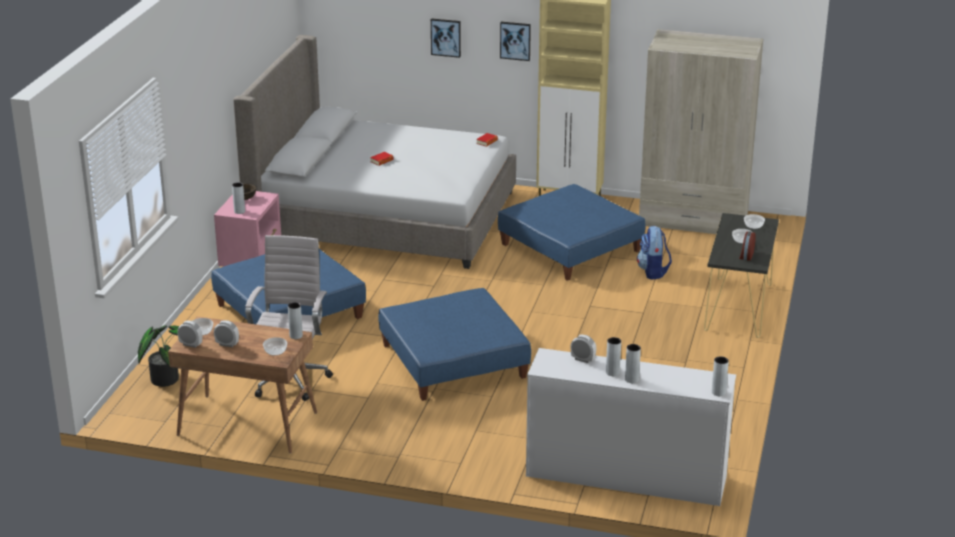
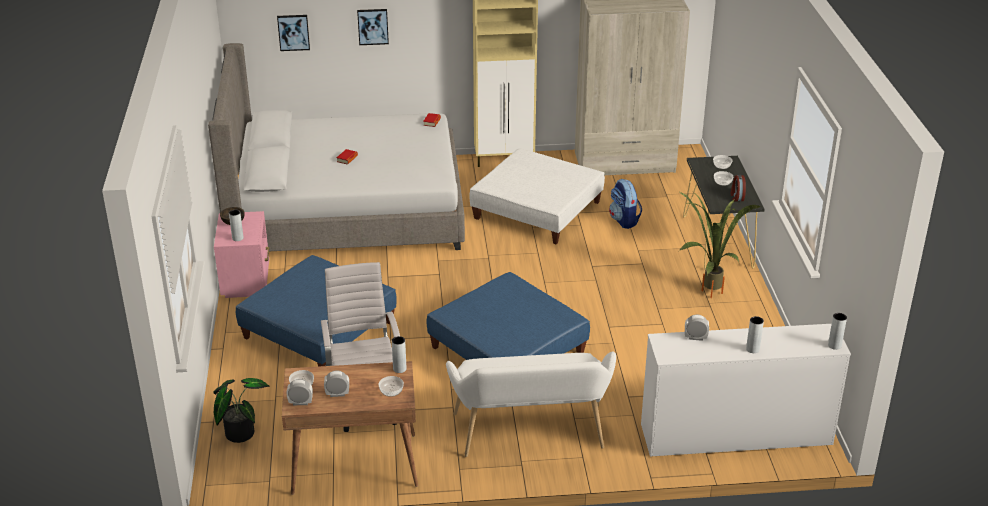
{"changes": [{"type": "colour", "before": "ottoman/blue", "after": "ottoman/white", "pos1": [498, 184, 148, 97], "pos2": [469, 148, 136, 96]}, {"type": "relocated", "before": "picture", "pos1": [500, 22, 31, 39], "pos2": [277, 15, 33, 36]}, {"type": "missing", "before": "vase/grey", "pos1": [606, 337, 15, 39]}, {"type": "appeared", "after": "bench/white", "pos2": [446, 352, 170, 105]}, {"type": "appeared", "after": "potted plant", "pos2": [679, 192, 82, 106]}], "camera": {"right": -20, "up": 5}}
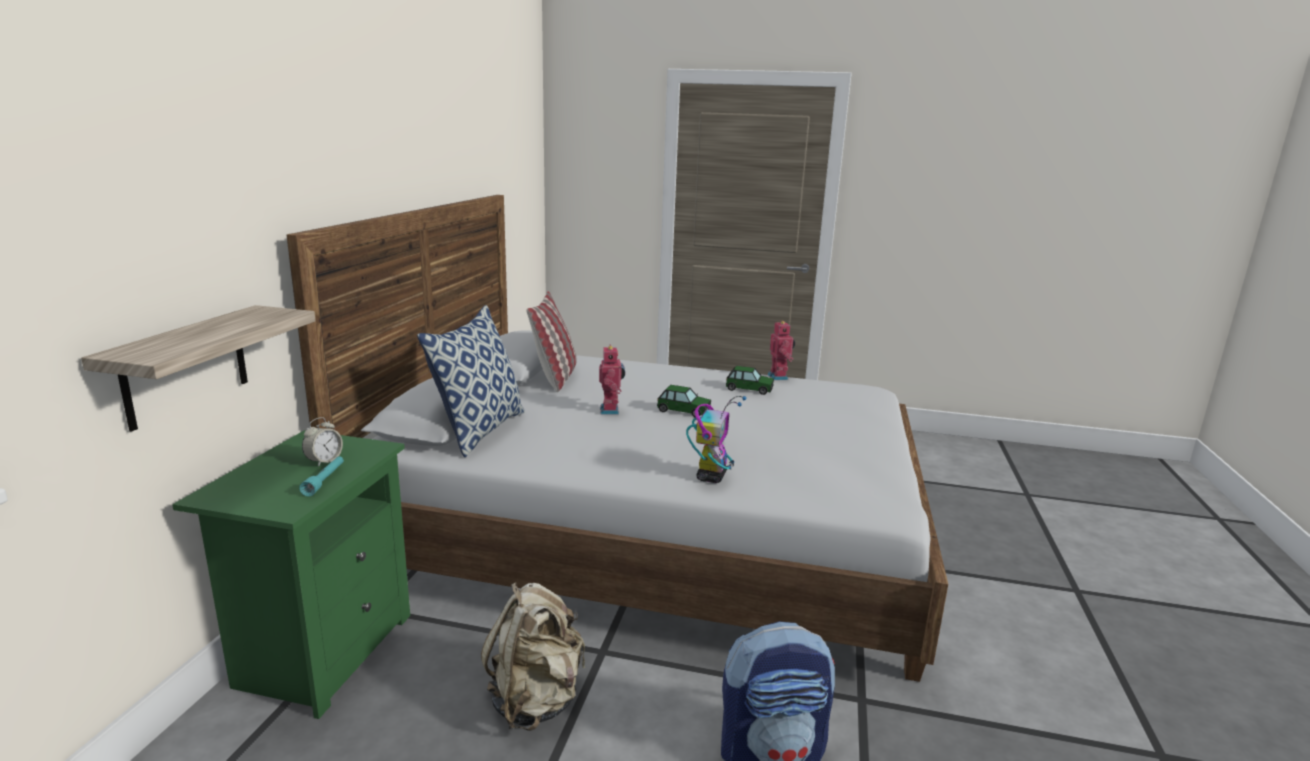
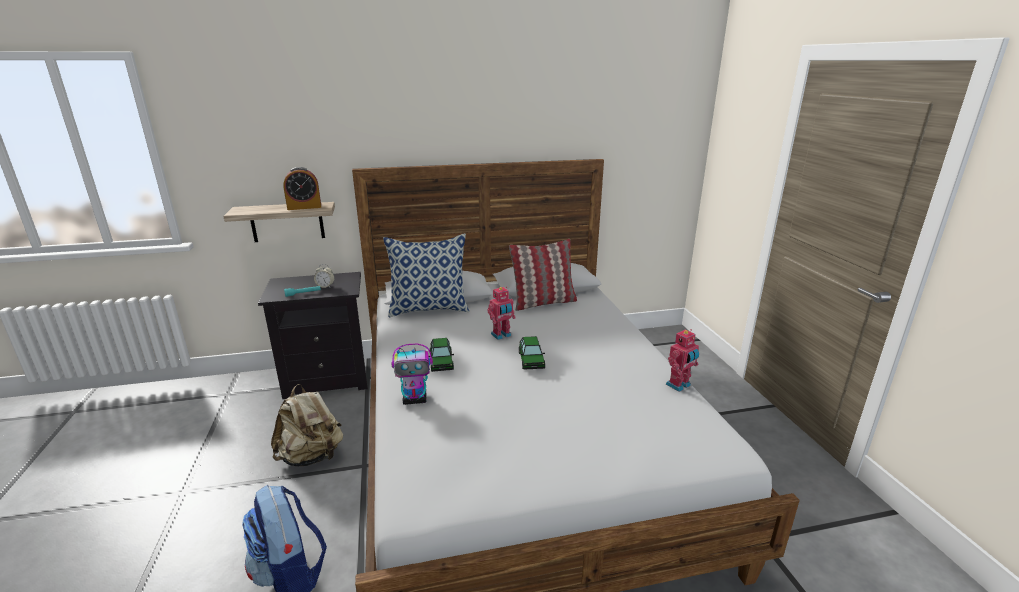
{"changes": [{"type": "colour", "before": "nightstand/green", "after": "nightstand/black", "pos1": [172, 430, 238, 289], "pos2": [258, 272, 110, 127]}, {"type": "relocated", "before": "toy car", "pos1": [726, 366, 48, 29], "pos2": [429, 338, 25, 34]}, {"type": "appeared", "after": "alarm clock", "pos2": [283, 167, 38, 43]}], "camera": {"right": 65, "up": 5}}
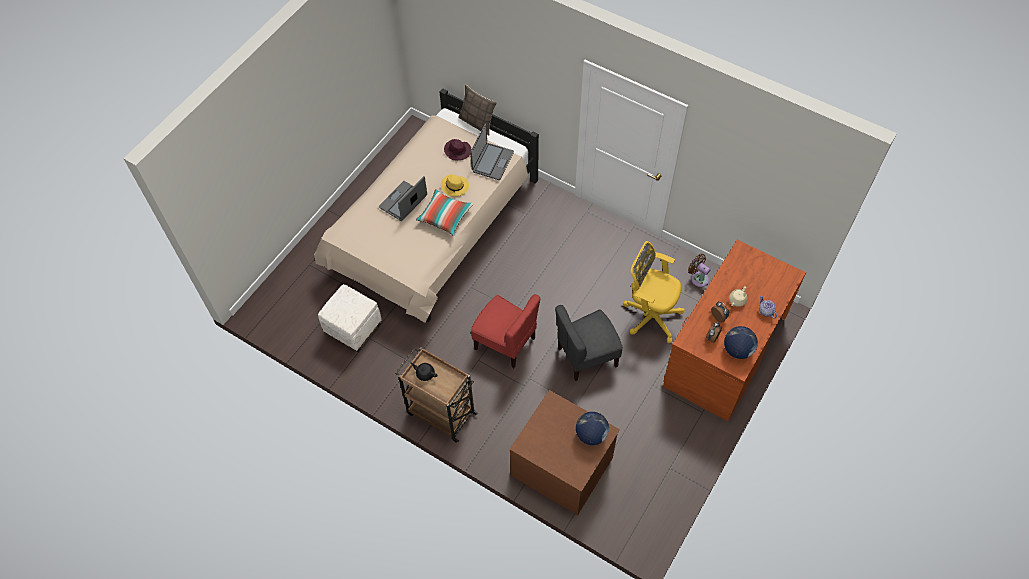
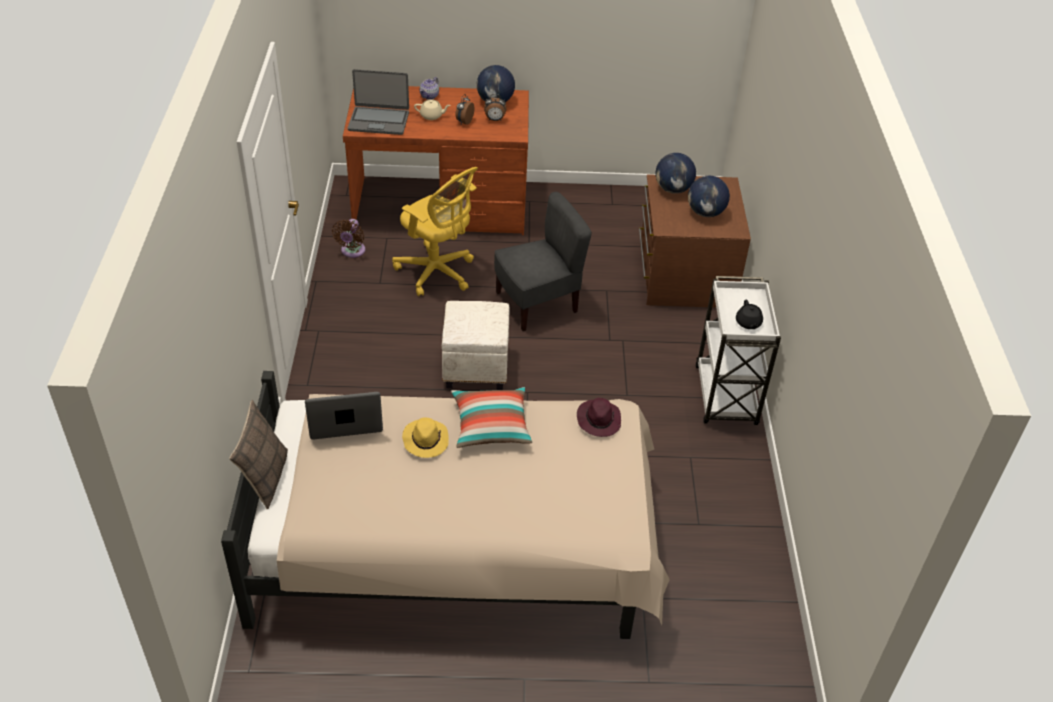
{"changes": [{"type": "relocated", "before": "ottoman/white", "pos1": [318, 284, 64, 68], "pos2": [442, 301, 68, 89]}, {"type": "relocated", "before": "laptop", "pos1": [379, 176, 48, 45], "pos2": [348, 69, 61, 66]}, {"type": "colour", "before": "cart/brown", "after": "cart/white", "pos1": [395, 347, 84, 96], "pos2": [695, 276, 86, 149]}, {"type": "relocated", "before": "hat/purple", "pos1": [444, 139, 27, 21], "pos2": [577, 398, 44, 39]}, {"type": "missing", "before": "chair/red", "pos1": [471, 294, 70, 74]}, {"type": "spun", "before": "chair/grey", "pos1": [555, 305, 68, 76], "pos2": [494, 192, 98, 139], "turn": -60}, {"type": "spun", "before": "office chair/yellow", "pos1": [623, 241, 62, 102], "pos2": [392, 167, 86, 129], "turn": -45}, {"type": "appeared", "after": "globe", "pos2": [688, 176, 42, 41]}], "camera": {"right": -125, "up": -15}}
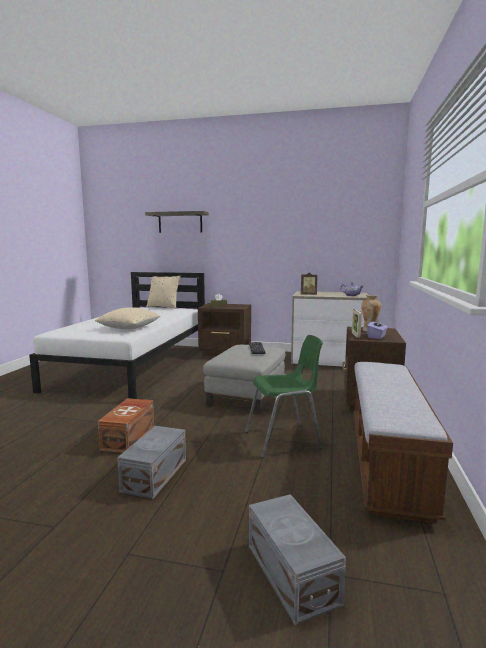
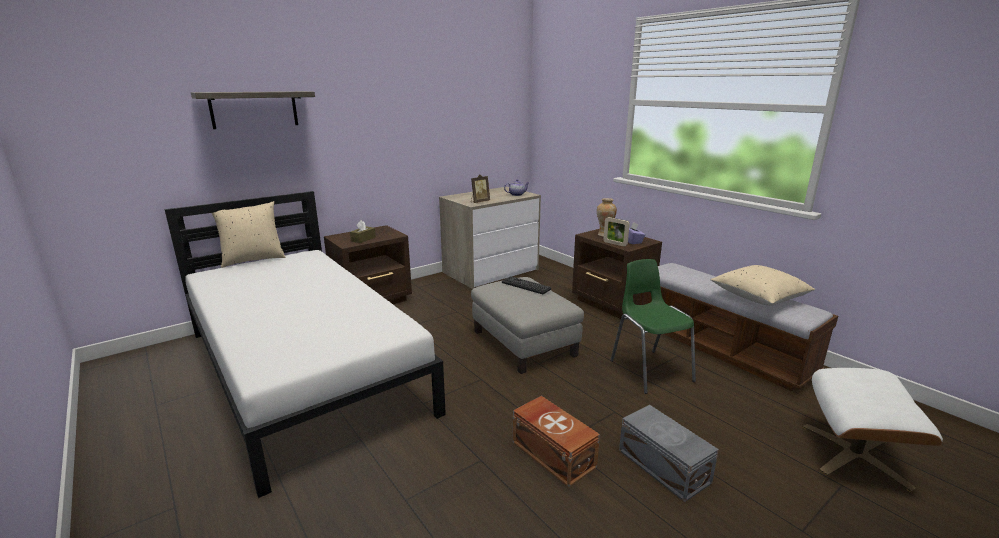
{"changes": [{"type": "relocated", "before": "pillow/beige", "pos1": [95, 307, 66, 22], "pos2": [711, 265, 104, 41]}, {"type": "spun", "before": "chair/green", "pos1": [245, 335, 78, 123], "pos2": [610, 259, 86, 135], "turn": -45}, {"type": "exchanged", "before": "storage box/grey", "after": "ottoman/white", "pos1": [249, 494, 97, 131], "pos2": [803, 368, 140, 124]}], "camera": {"right": -50, "up": 10}}
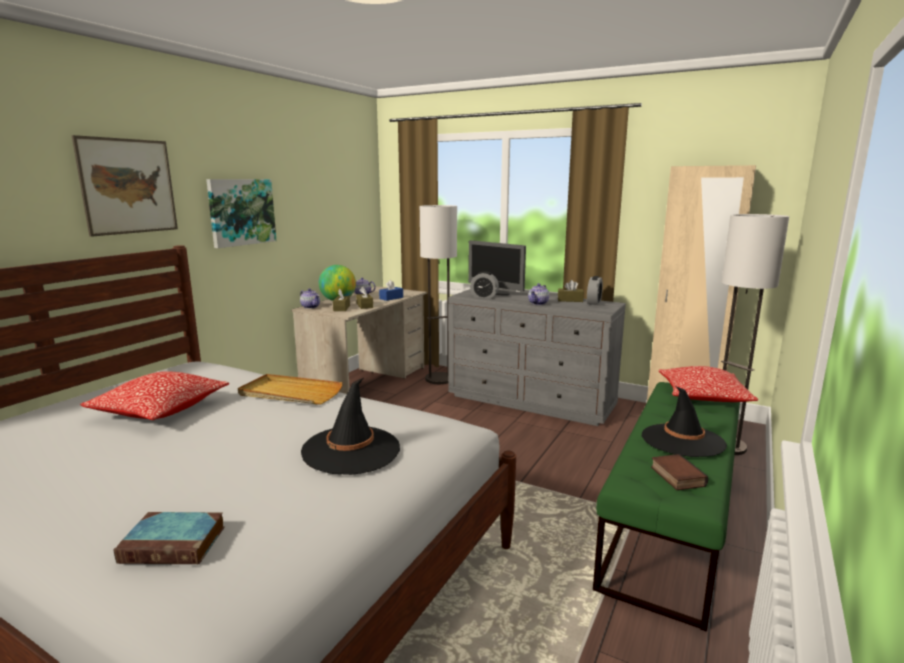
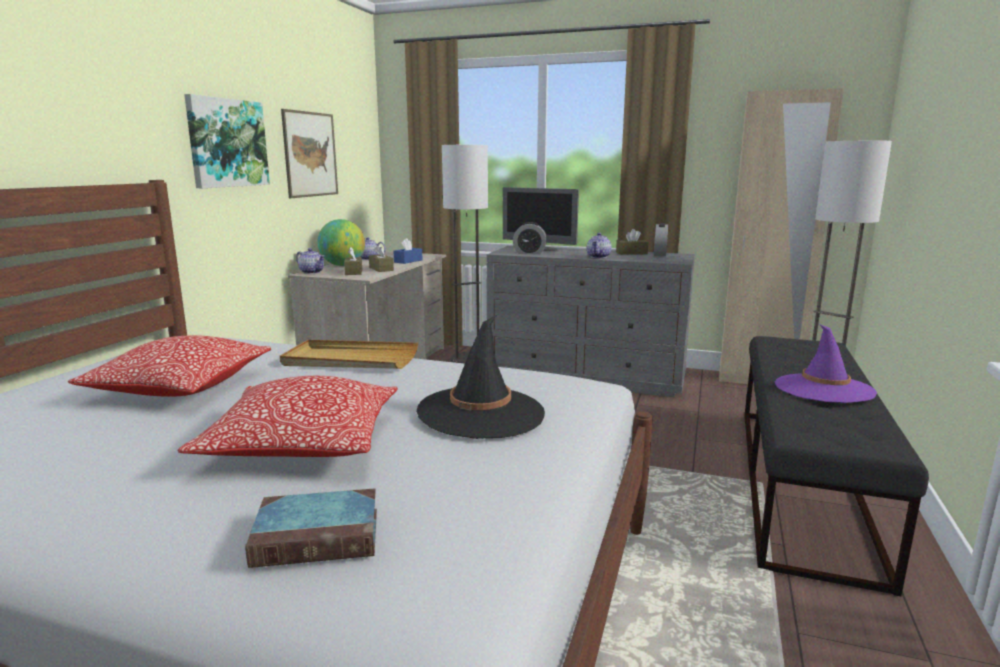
{"changes": [{"type": "relocated", "before": "picture", "pos1": [71, 135, 107, 102], "pos2": [281, 109, 57, 89]}, {"type": "colour", "before": "bench/green", "after": "bench/black", "pos1": [593, 382, 147, 250], "pos2": [744, 336, 185, 260]}, {"type": "colour", "before": "hat/black", "after": "hat/purple", "pos1": [642, 386, 85, 71], "pos2": [775, 324, 102, 79]}, {"type": "missing", "before": "book", "pos1": [651, 454, 57, 36]}, {"type": "relocated", "before": "pillow", "pos1": [659, 366, 99, 36], "pos2": [177, 376, 221, 81]}], "camera": {"right": -10, "up": 0}}
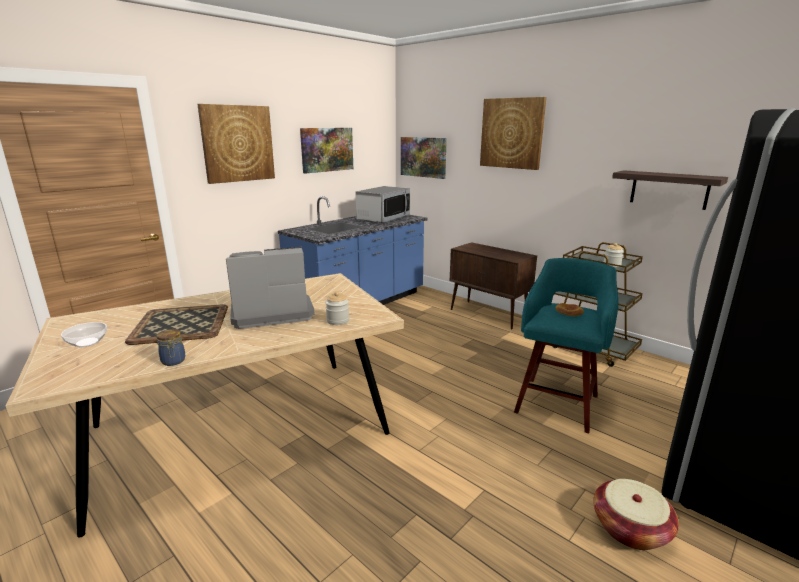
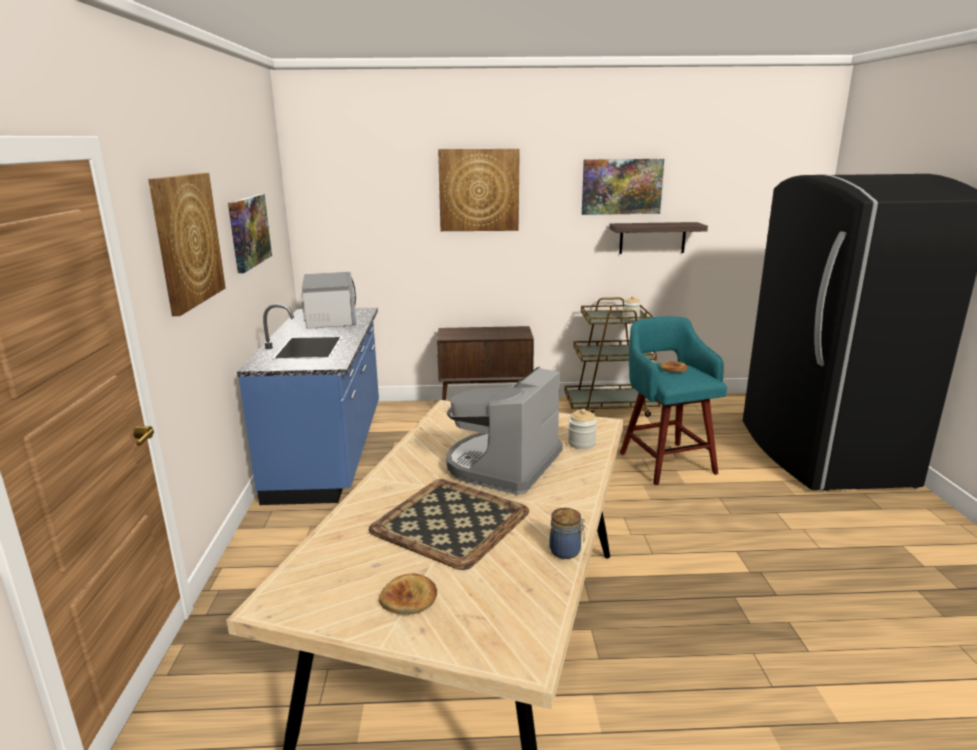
{"changes": [{"type": "exchanged", "before": "bowl", "after": "bread", "pos1": [61, 322, 46, 25], "pos2": [379, 574, 58, 40]}, {"type": "relocated", "before": "picture", "pos1": [401, 137, 46, 42], "pos2": [582, 159, 82, 56]}, {"type": "missing", "before": "basket", "pos1": [593, 479, 86, 71]}], "camera": {"right": -45, "up": 0}}
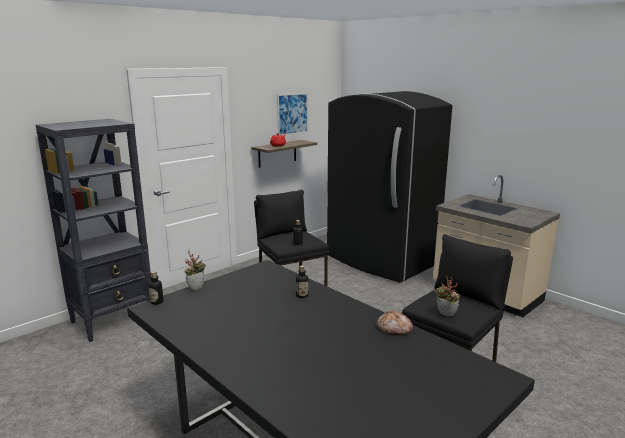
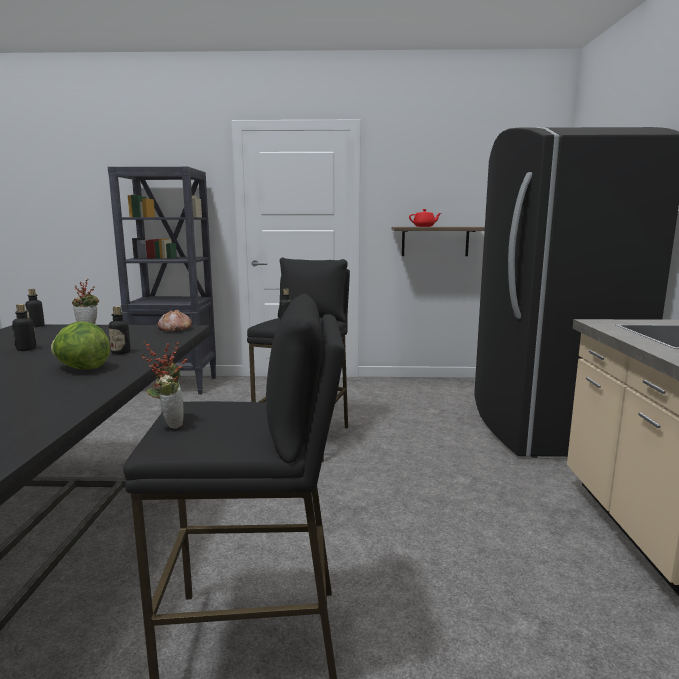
{"changes": [{"type": "missing", "before": "picture", "pos1": [277, 93, 31, 42]}, {"type": "relocated", "before": "bread", "pos1": [377, 310, 36, 26], "pos2": [158, 310, 34, 22]}, {"type": "appeared", "after": "bottle", "pos2": [12, 304, 25, 47]}, {"type": "appeared", "after": "lettuce", "pos2": [51, 321, 59, 48]}], "camera": {"right": 45, "up": -5}}
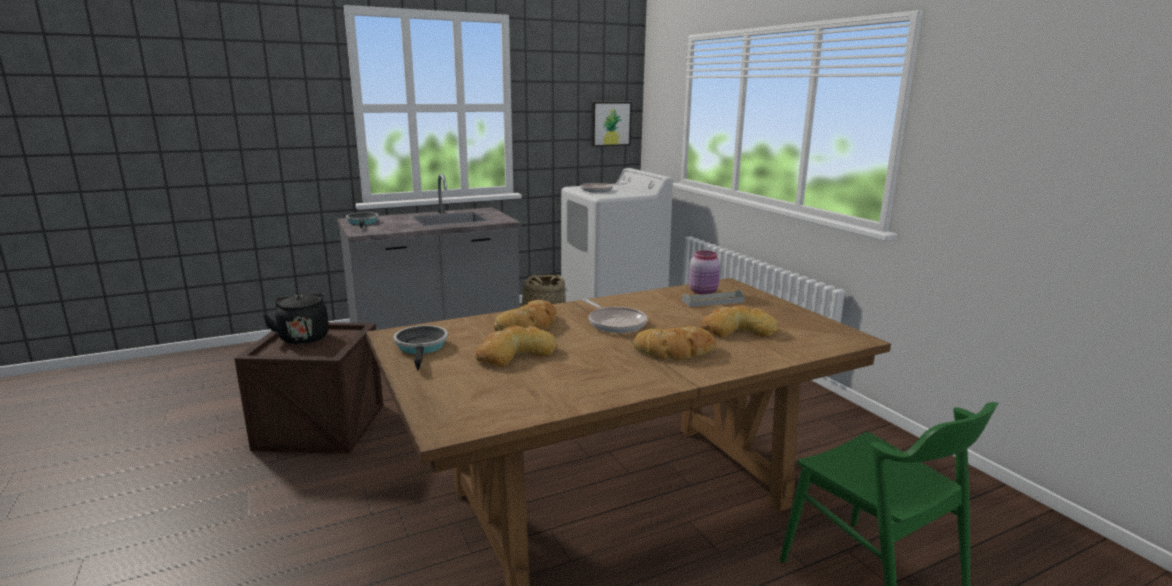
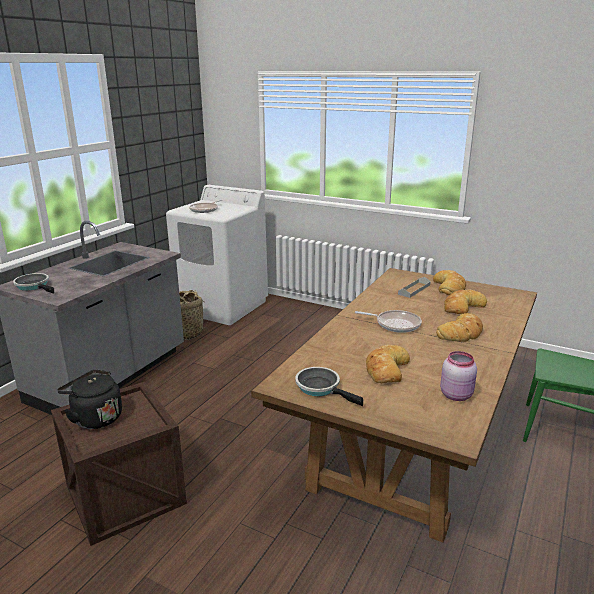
{"changes": [{"type": "relocated", "before": "bread", "pos1": [493, 300, 64, 31], "pos2": [433, 270, 33, 25]}, {"type": "missing", "before": "picture", "pos1": [591, 102, 41, 45]}, {"type": "relocated", "before": "jar/pink", "pos1": [689, 250, 31, 44], "pos2": [440, 351, 37, 50]}], "camera": {"right": -35, "up": 5}}
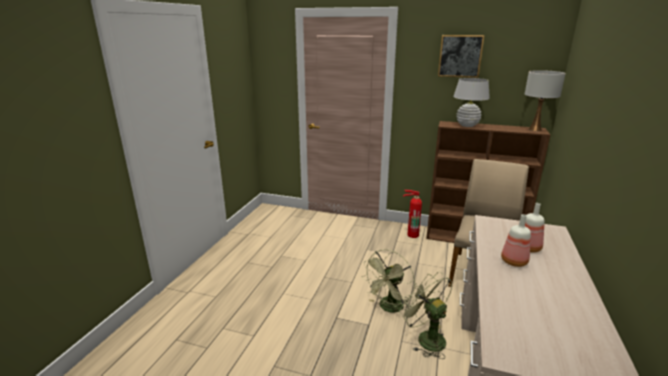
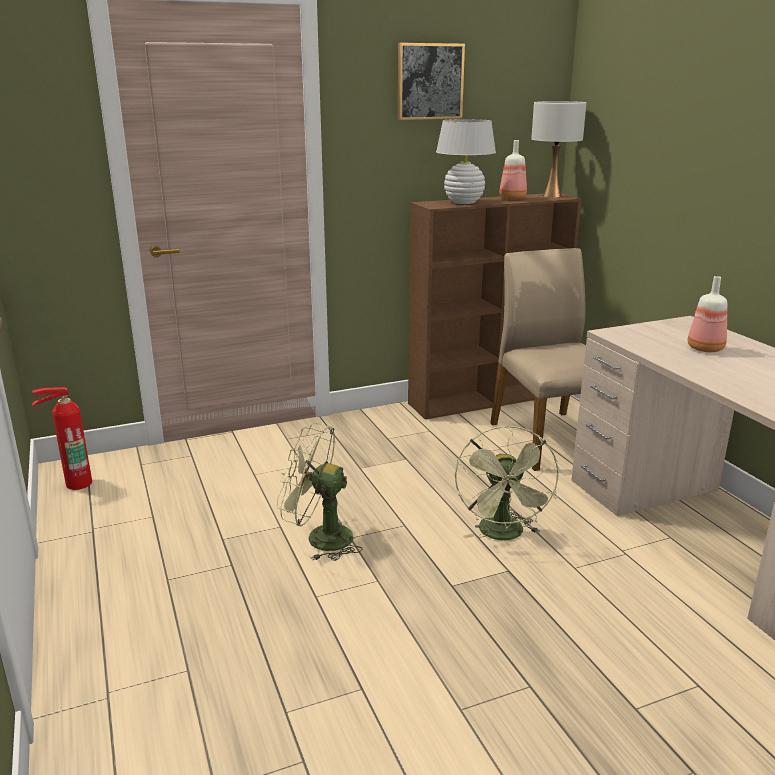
{"changes": [{"type": "relocated", "before": "fan/green", "pos1": [399, 272, 54, 87], "pos2": [277, 423, 85, 138]}, {"type": "relocated", "before": "fire extinguisher", "pos1": [403, 190, 19, 48], "pos2": [32, 387, 60, 103]}, {"type": "relocated", "before": "bottle", "pos1": [501, 214, 30, 53], "pos2": [499, 140, 28, 59]}], "camera": {"right": -40, "up": 0}}
